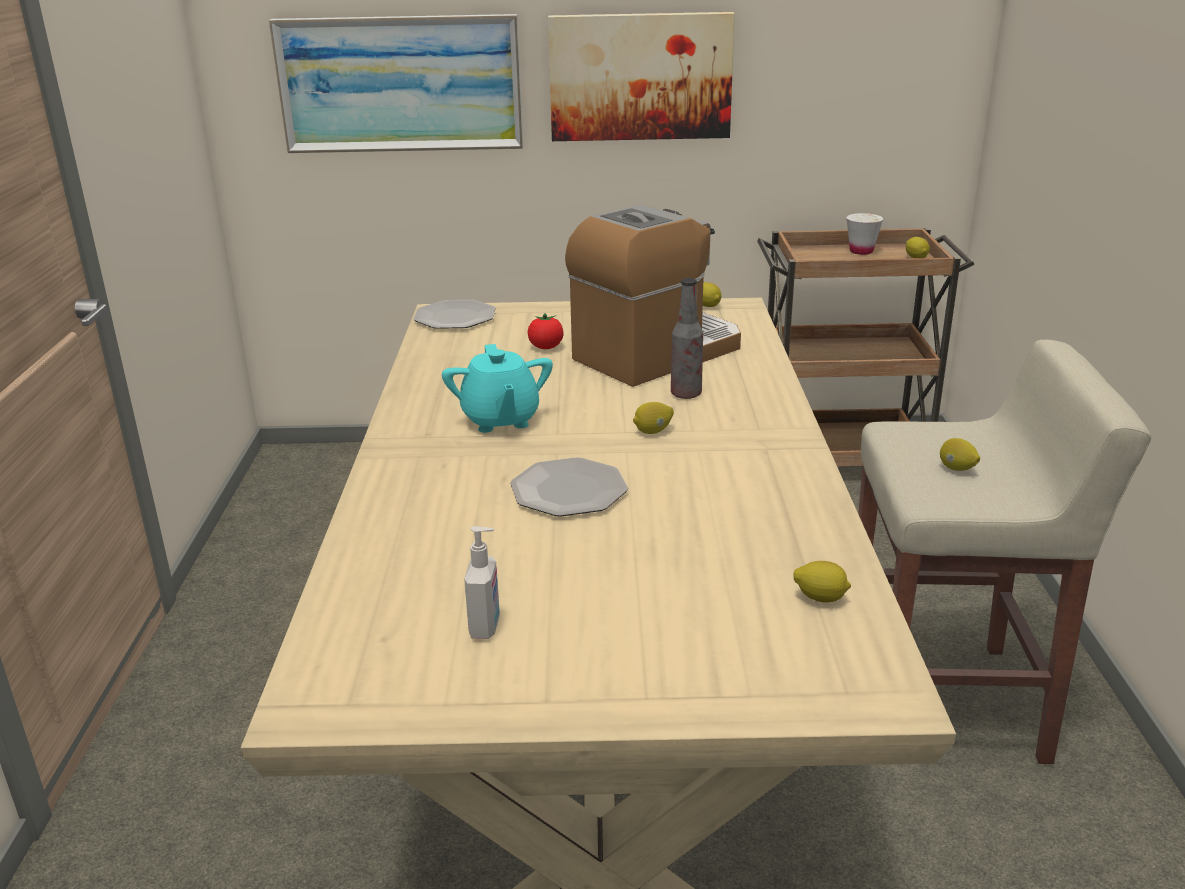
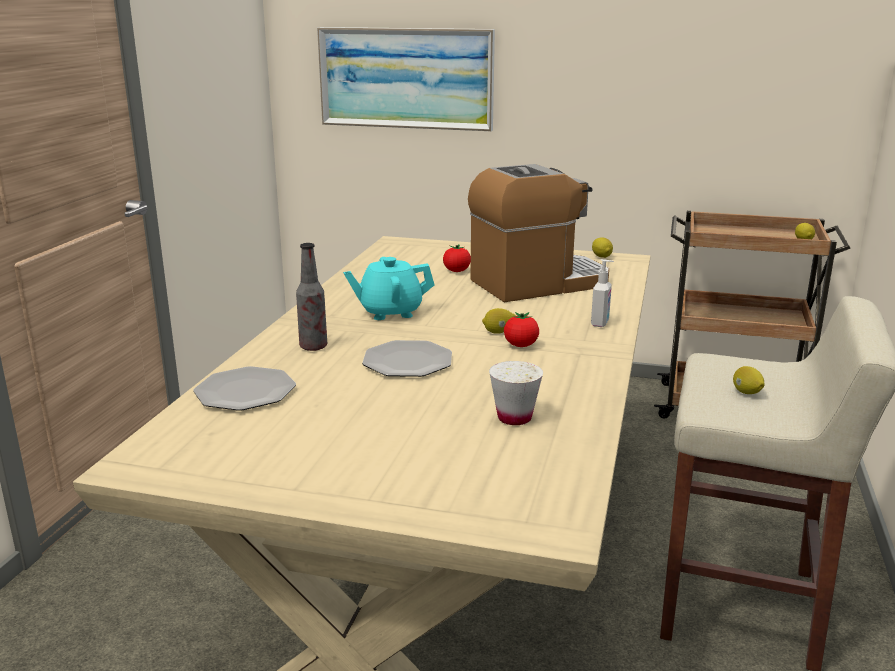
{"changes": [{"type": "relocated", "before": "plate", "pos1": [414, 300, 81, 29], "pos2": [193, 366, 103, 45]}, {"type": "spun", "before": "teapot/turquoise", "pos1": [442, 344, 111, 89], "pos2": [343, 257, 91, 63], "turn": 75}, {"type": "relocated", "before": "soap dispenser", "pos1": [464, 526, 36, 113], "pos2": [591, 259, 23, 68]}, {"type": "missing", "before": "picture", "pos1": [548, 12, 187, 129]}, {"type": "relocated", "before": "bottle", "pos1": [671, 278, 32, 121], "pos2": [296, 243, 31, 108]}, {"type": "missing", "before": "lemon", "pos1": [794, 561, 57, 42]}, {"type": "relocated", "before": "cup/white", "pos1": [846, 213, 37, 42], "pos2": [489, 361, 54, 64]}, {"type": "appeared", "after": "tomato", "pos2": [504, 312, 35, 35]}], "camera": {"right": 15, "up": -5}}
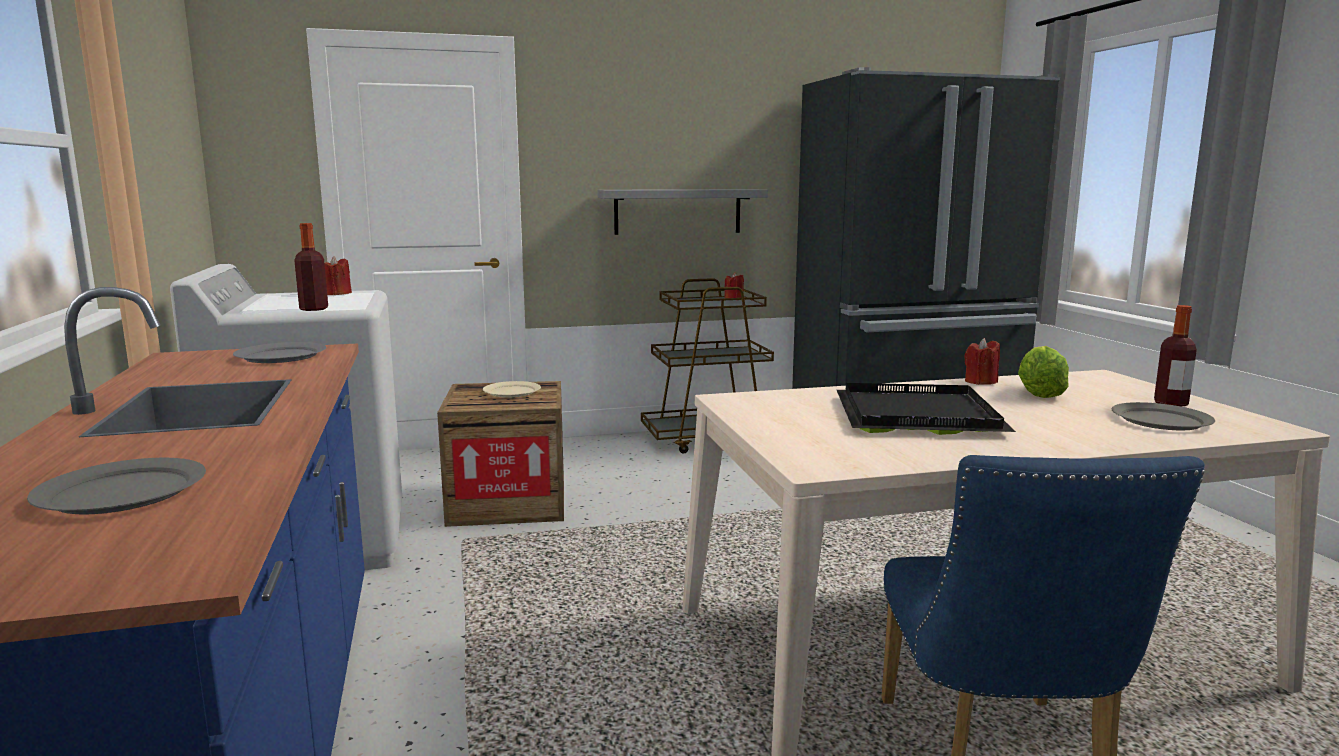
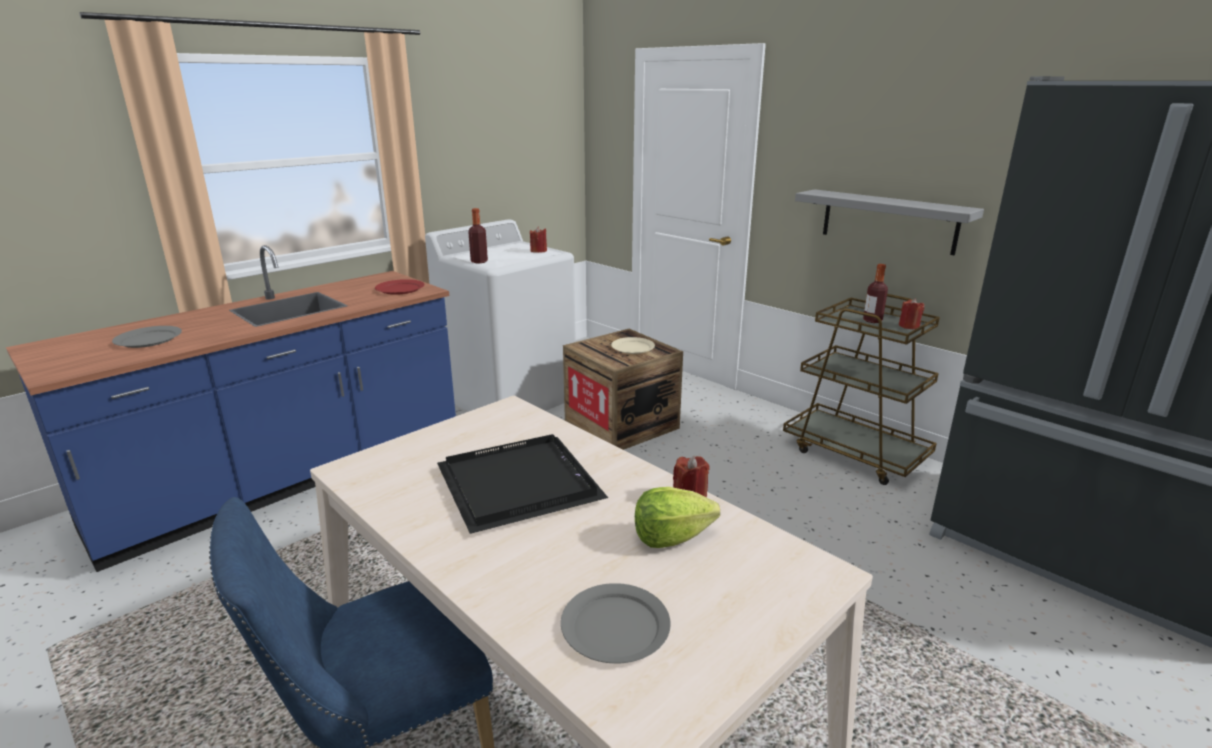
{"changes": [{"type": "colour", "before": "plate/grey", "after": "plate/red", "pos1": [233, 342, 93, 21], "pos2": [375, 279, 49, 16]}, {"type": "relocated", "before": "bottle", "pos1": [1154, 305, 43, 102], "pos2": [863, 264, 25, 59]}], "camera": {"right": 60, "up": 10}}
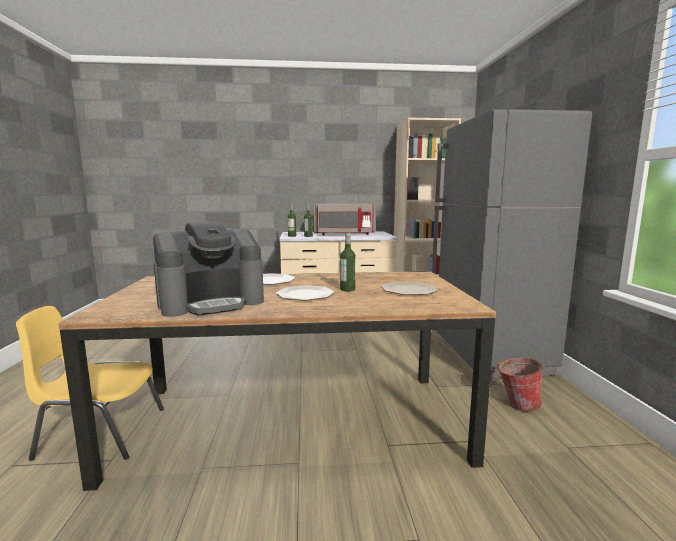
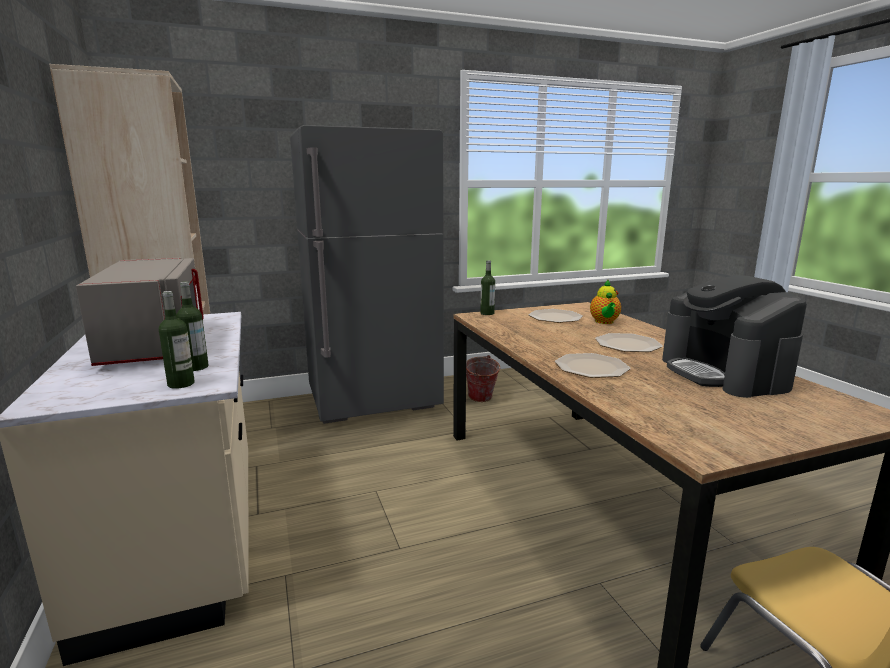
{"changes": [{"type": "spun", "before": "coffee machine", "pos1": [153, 221, 111, 96], "pos2": [662, 275, 145, 123], "turn": -150}, {"type": "relocated", "before": "bottle", "pos1": [340, 233, 15, 58], "pos2": [480, 260, 15, 55]}, {"type": "appeared", "after": "teapot", "pos2": [590, 280, 31, 44]}], "camera": {"right": -105, "up": 5}}
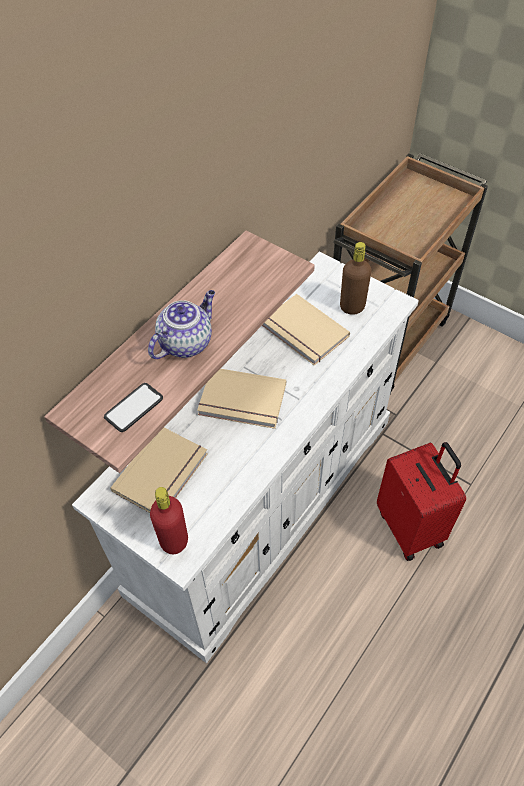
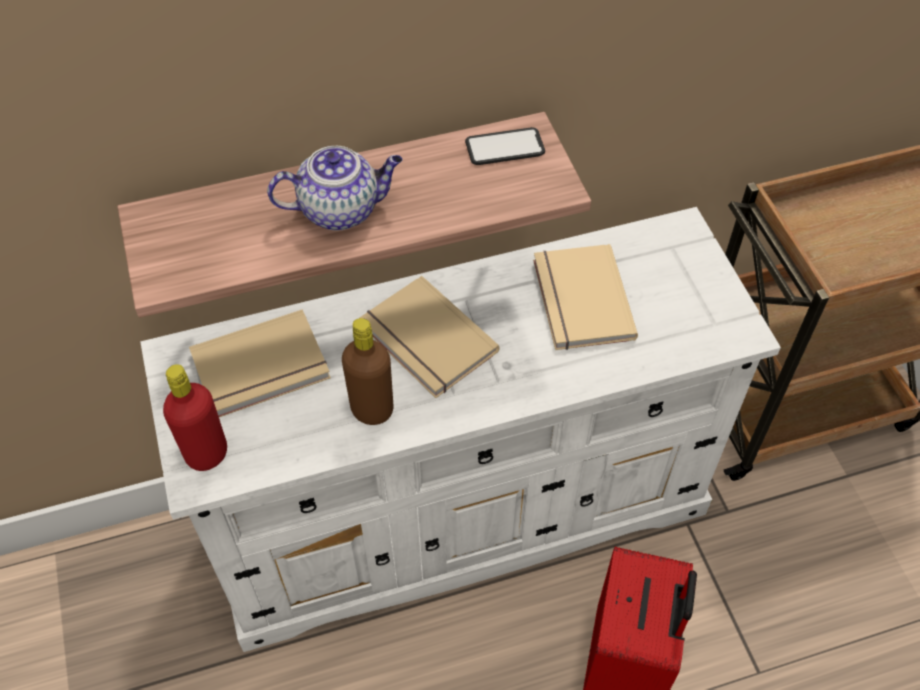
{"changes": [{"type": "relocated", "before": "phone", "pos1": [104, 383, 59, 49], "pos2": [465, 127, 80, 38]}, {"type": "relocated", "before": "bottle/brown", "pos1": [340, 242, 32, 73], "pos2": [342, 318, 52, 107]}], "camera": {"right": 35, "up": 0}}
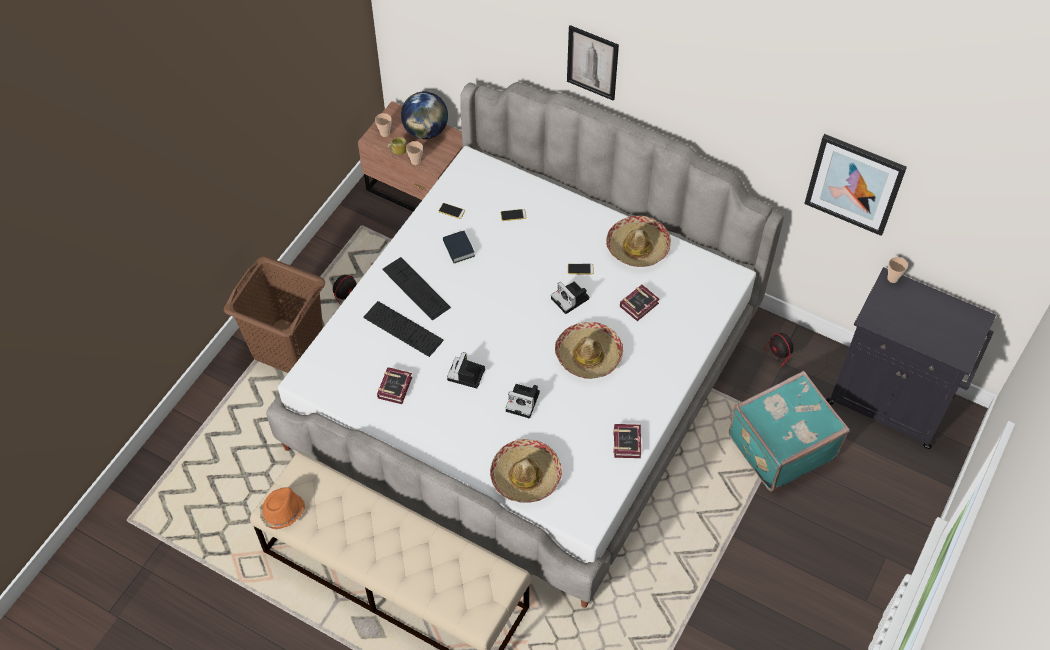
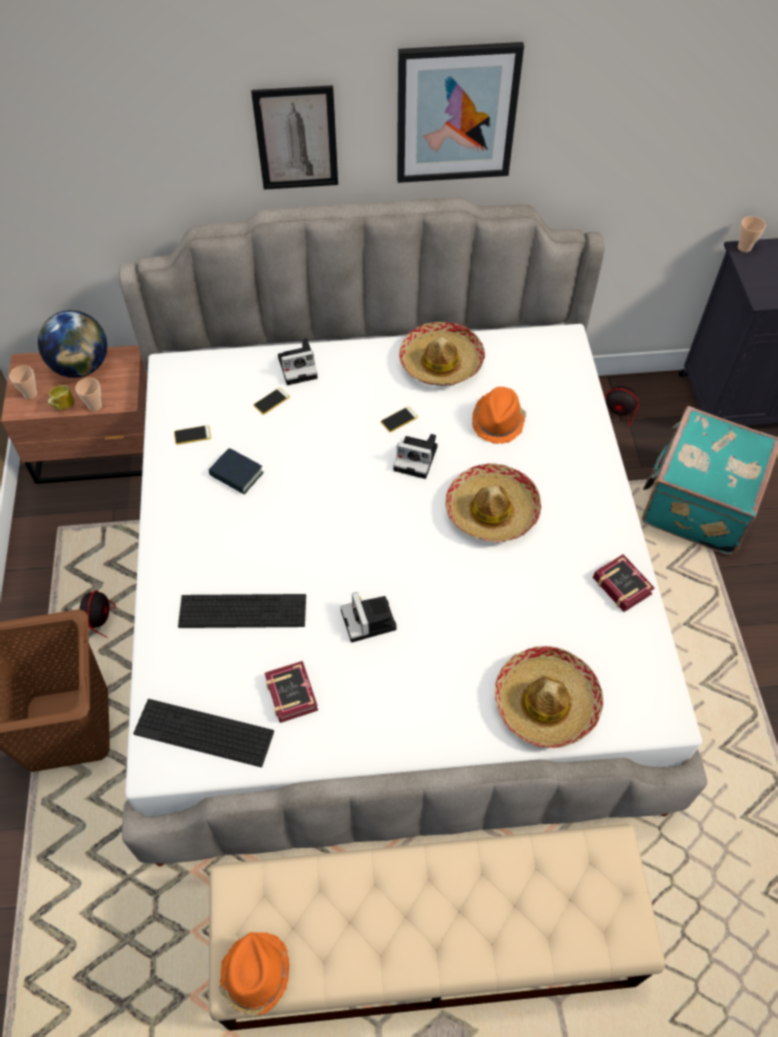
{"changes": [{"type": "relocated", "before": "keyboard", "pos1": [383, 257, 68, 63], "pos2": [133, 699, 141, 68]}, {"type": "relocated", "before": "photo camera", "pos1": [505, 384, 35, 35], "pos2": [278, 338, 40, 47]}, {"type": "exchanged", "before": "book", "after": "hat/orange", "pos1": [620, 285, 40, 36], "pos2": [472, 387, 54, 57]}, {"type": "relocated", "before": "picture", "pos1": [804, 134, 103, 102], "pos2": [397, 42, 127, 141]}], "camera": {"right": -35, "up": 0}}
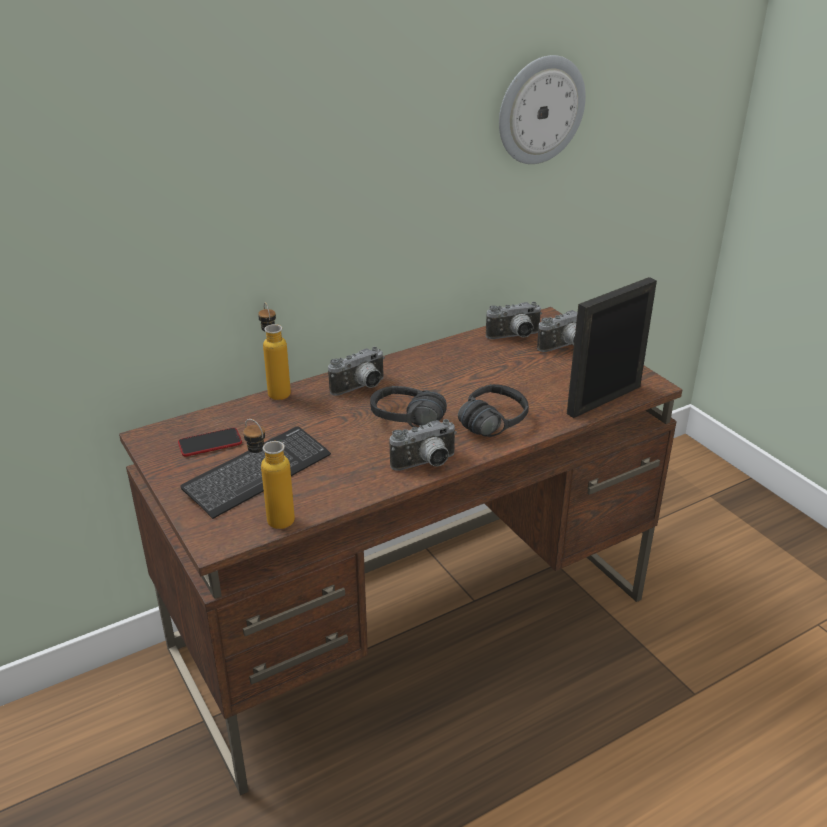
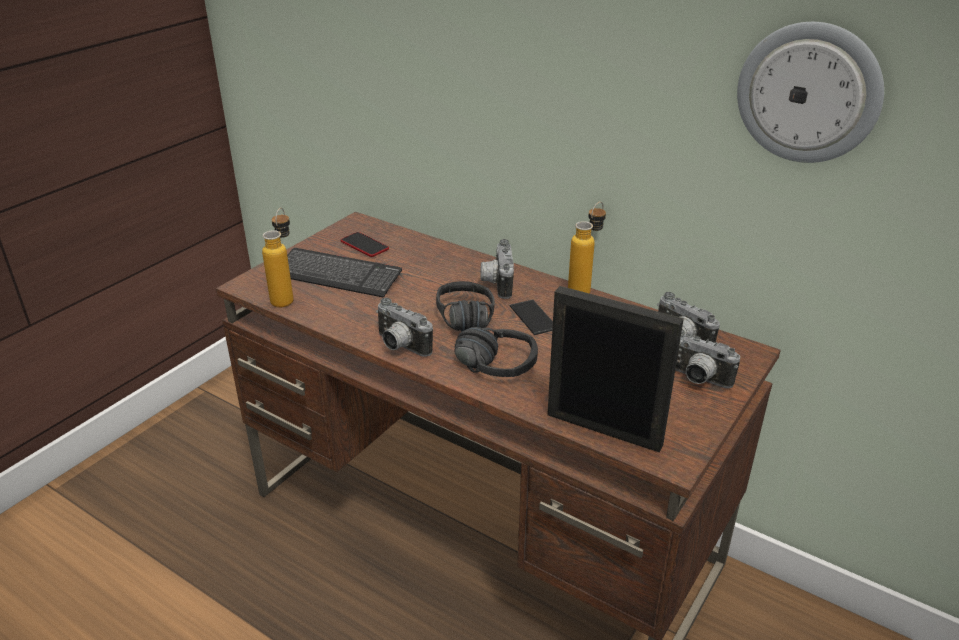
{"changes": [{"type": "relocated", "before": "bottle", "pos1": [258, 302, 33, 98], "pos2": [568, 202, 38, 91]}, {"type": "spun", "before": "photo camera", "pos1": [328, 347, 57, 49], "pos2": [480, 239, 34, 60], "turn": 60}, {"type": "appeared", "after": "phone", "pos2": [509, 300, 44, 35]}], "camera": {"right": 65, "up": 0}}
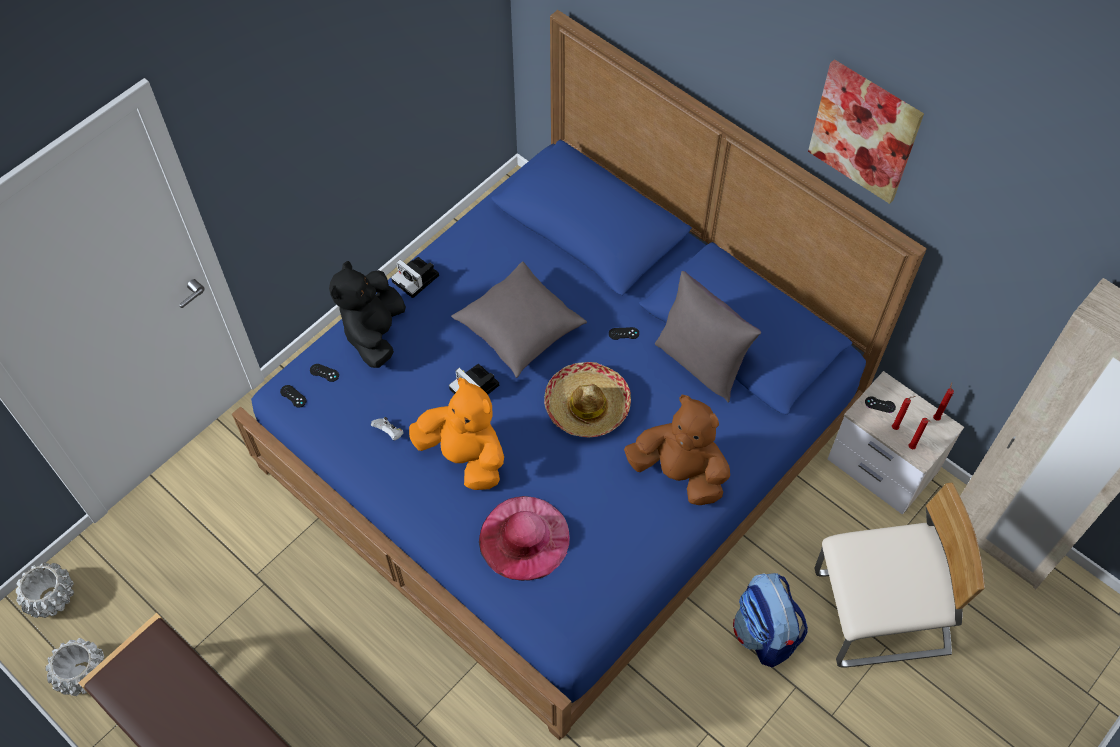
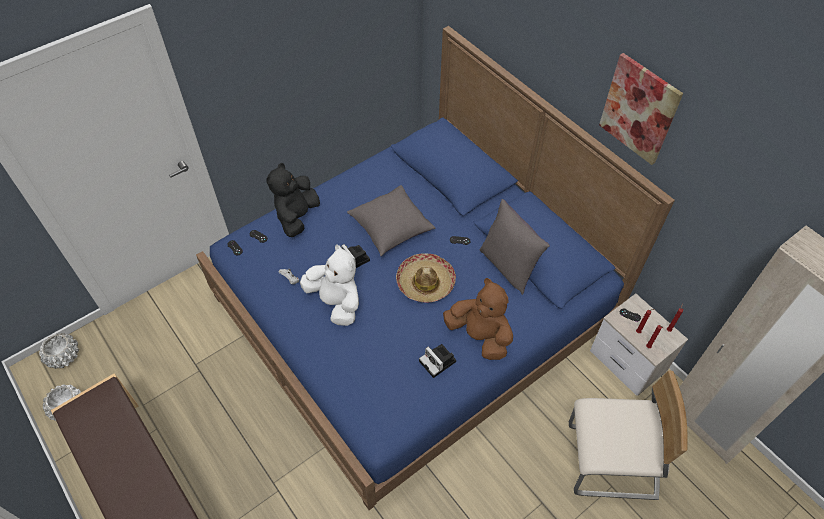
{"changes": [{"type": "relocated", "before": "photo camera", "pos1": [391, 257, 48, 41], "pos2": [419, 344, 37, 34]}, {"type": "colour", "before": "plush toy/orange", "after": "plush toy/white", "pos1": [409, 377, 95, 113], "pos2": [300, 244, 59, 82]}, {"type": "missing", "before": "hat/pink", "pos1": [479, 496, 91, 85]}, {"type": "missing", "before": "backpack", "pos1": [733, 573, 75, 94]}], "camera": {"right": 10, "up": -5}}
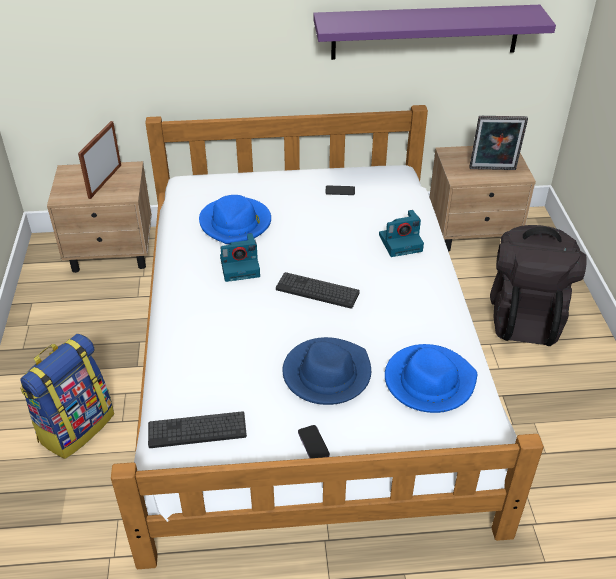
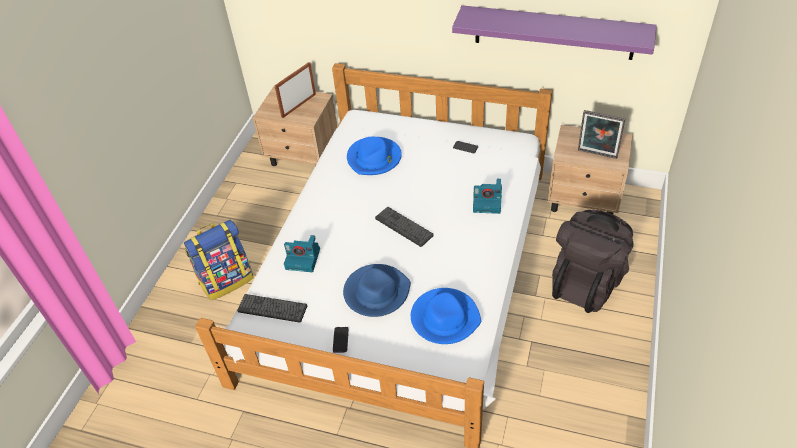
{"changes": [{"type": "relocated", "before": "photo camera", "pos1": [220, 233, 40, 49], "pos2": [284, 235, 36, 37]}], "camera": {"right": 25, "up": 5}}
